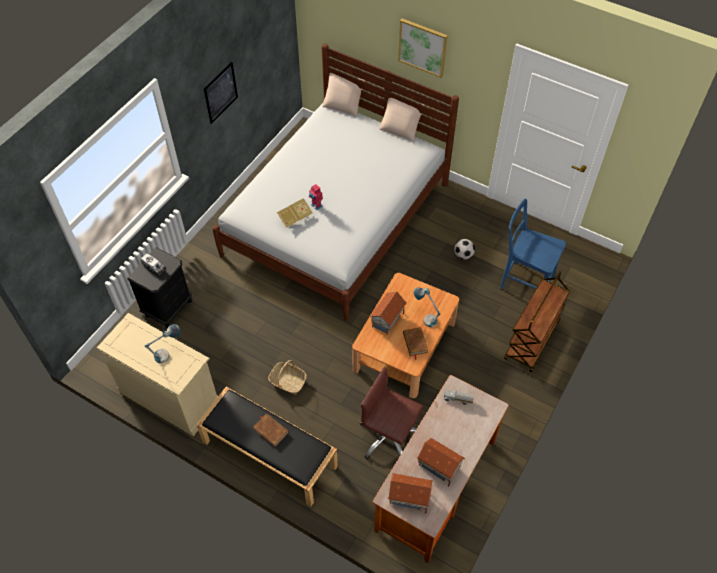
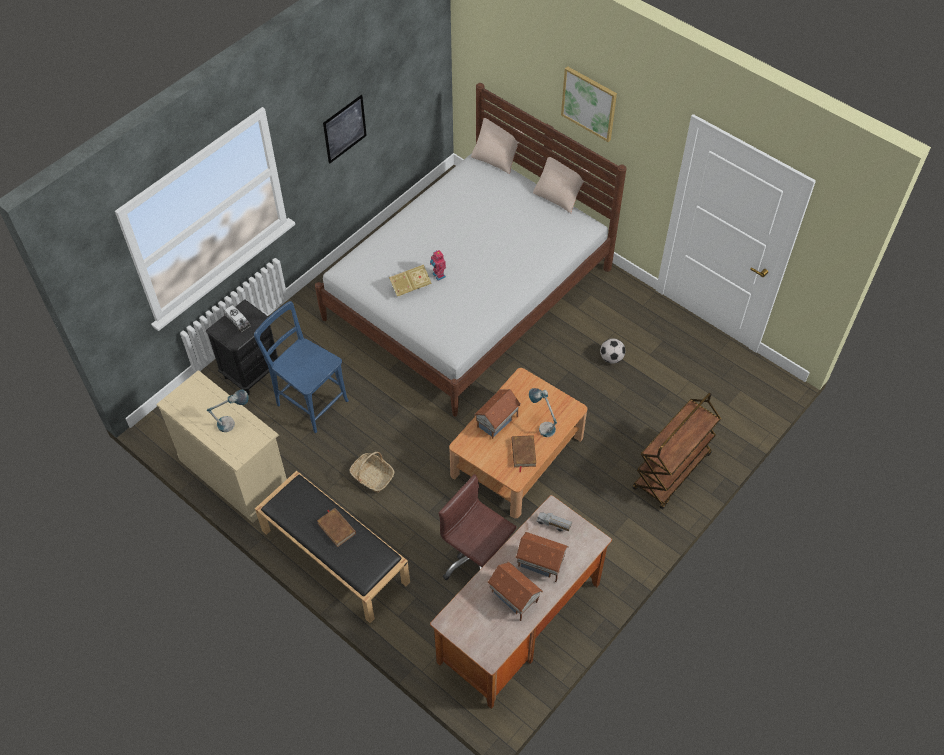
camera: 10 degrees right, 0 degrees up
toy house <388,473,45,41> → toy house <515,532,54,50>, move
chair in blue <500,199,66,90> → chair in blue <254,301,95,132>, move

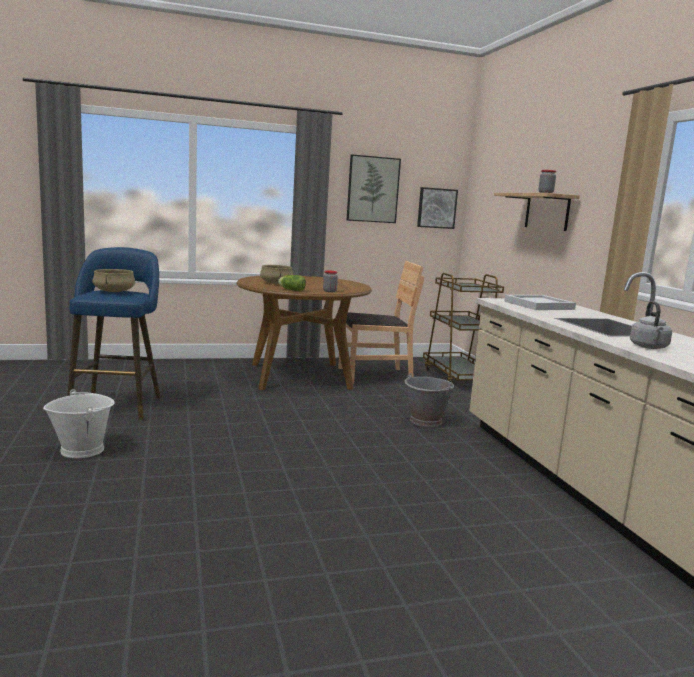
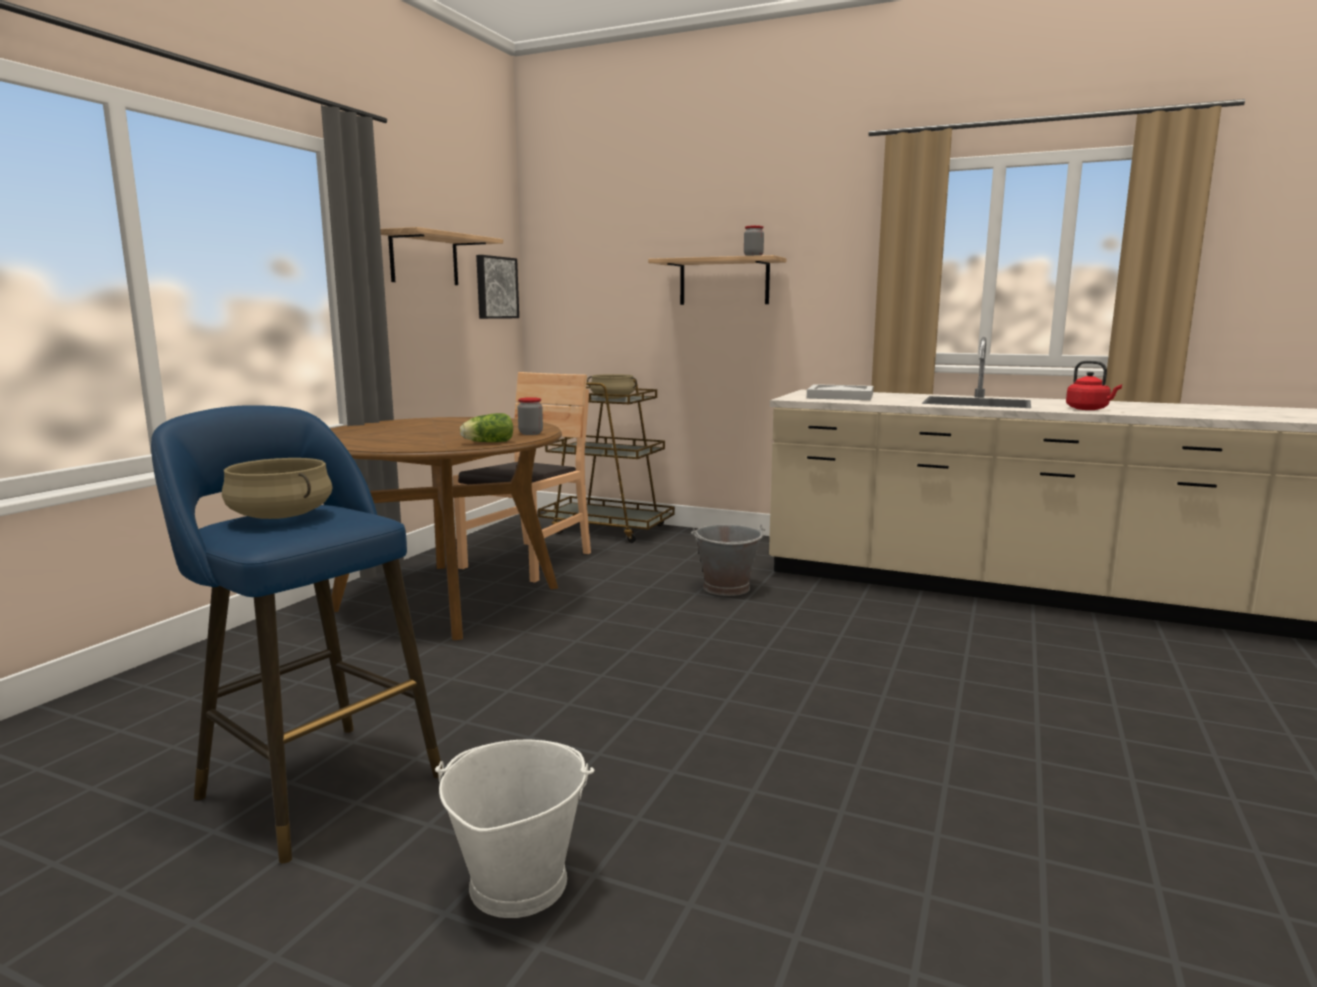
camera: 50 degrees left, 0 degrees up
cooking pot in beige <260,265,33,19> → cooking pot in beige <587,374,50,25>, move
picture <347,154,54,69> → shelf <380,227,123,58>
kettle in grey <630,301,42,48> → kettle in red <1066,361,56,49>

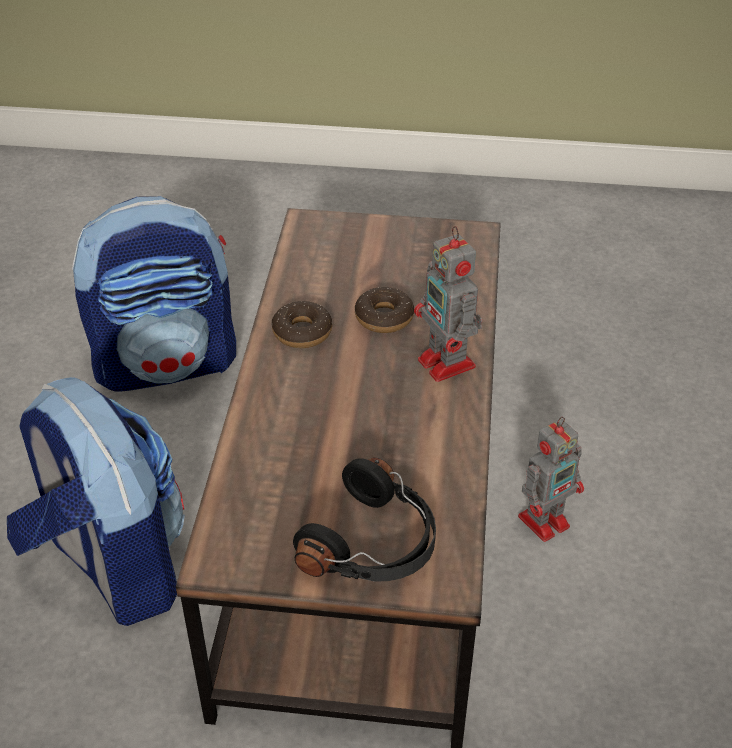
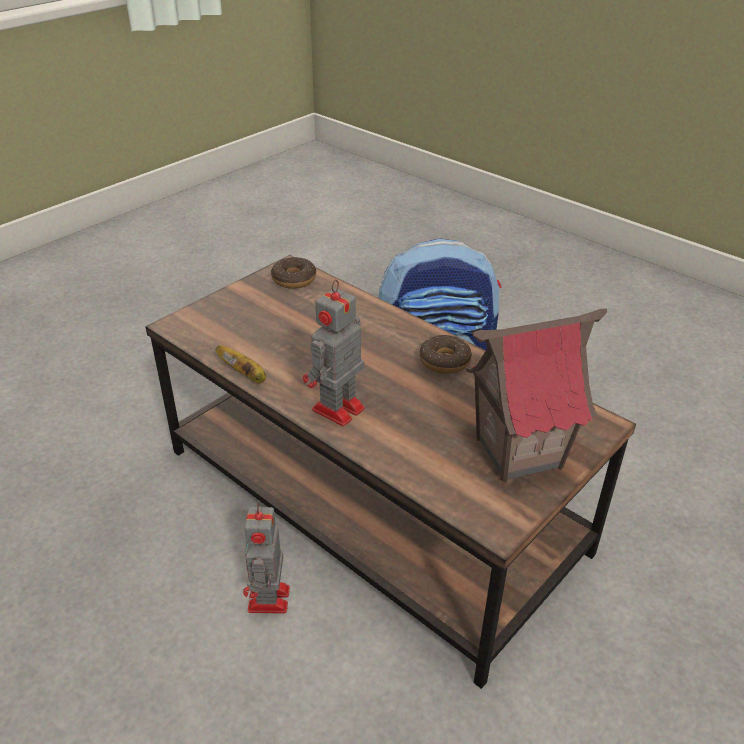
camera: 125 degrees right, 5 degrees down
backpack <72,196,164,196> → -
headphones in black <293,457,143,125> → -
- → banana <216,345,50,38>
- → toy house <466,308,141,174>
donut <355,287,59,46> → donut <271,257,45,32>, move
toy robot <414,226,69,156> → toy robot <303,280,62,147>, 60 degrees counterclockwise

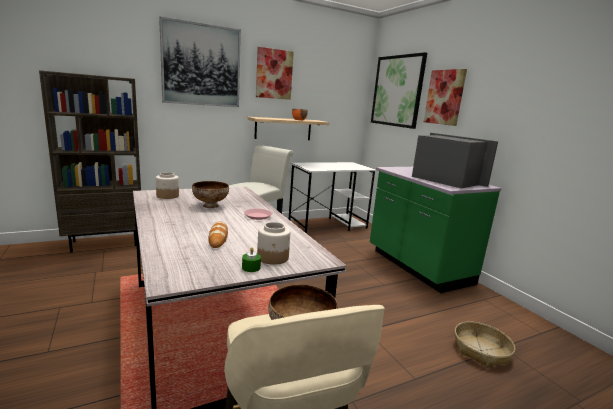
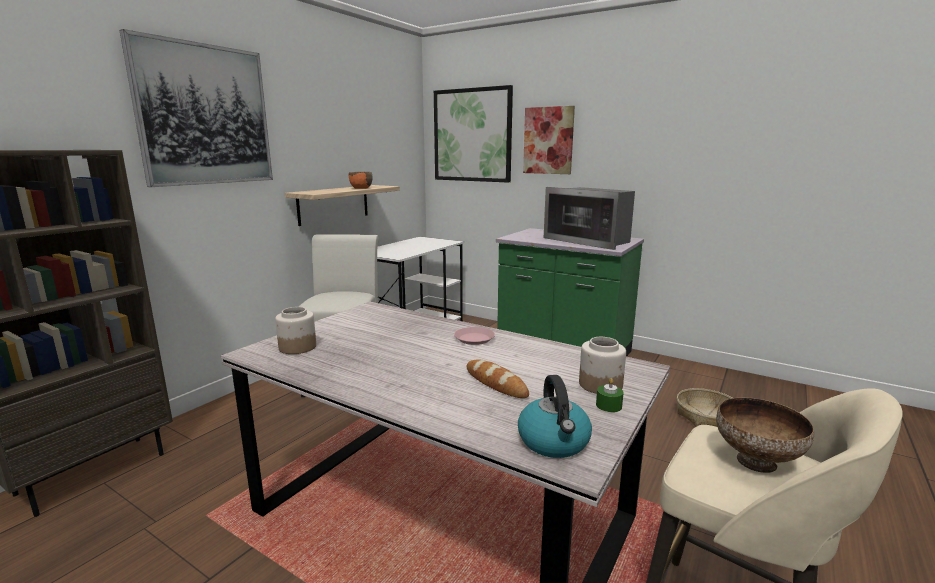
camera: 30 degrees left, 0 degrees up
bowl <192,181,37,27> → -
picture <256,47,38,53> → -
- → kettle <518,375,74,83>
microwave <412,133,86,56> → microwave <544,187,91,63>, 150 degrees counterclockwise

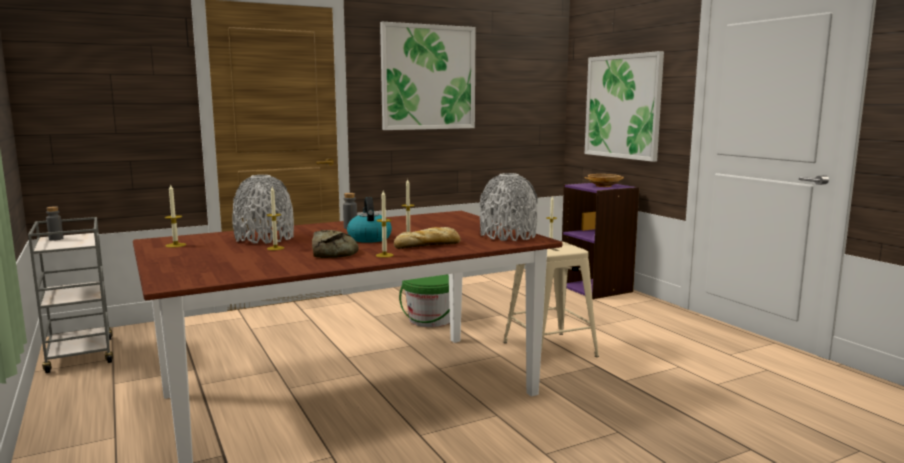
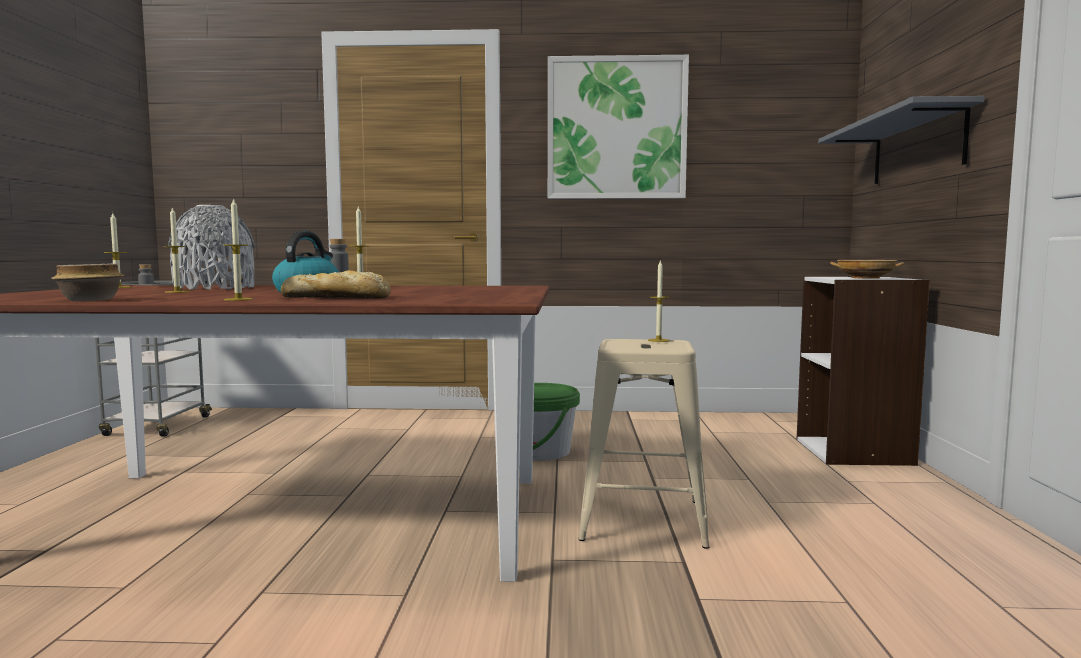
camera: 30 degrees right, 5 degrees down
bread <312,230,47,28> → -
vase in grey <480,173,57,68> → -
- → bowl <51,264,74,37>
picture <585,51,79,111> → shelf in grey <818,96,167,88>
bookcase in purple <562,182,77,117> → bookcase in white <797,276,133,190>

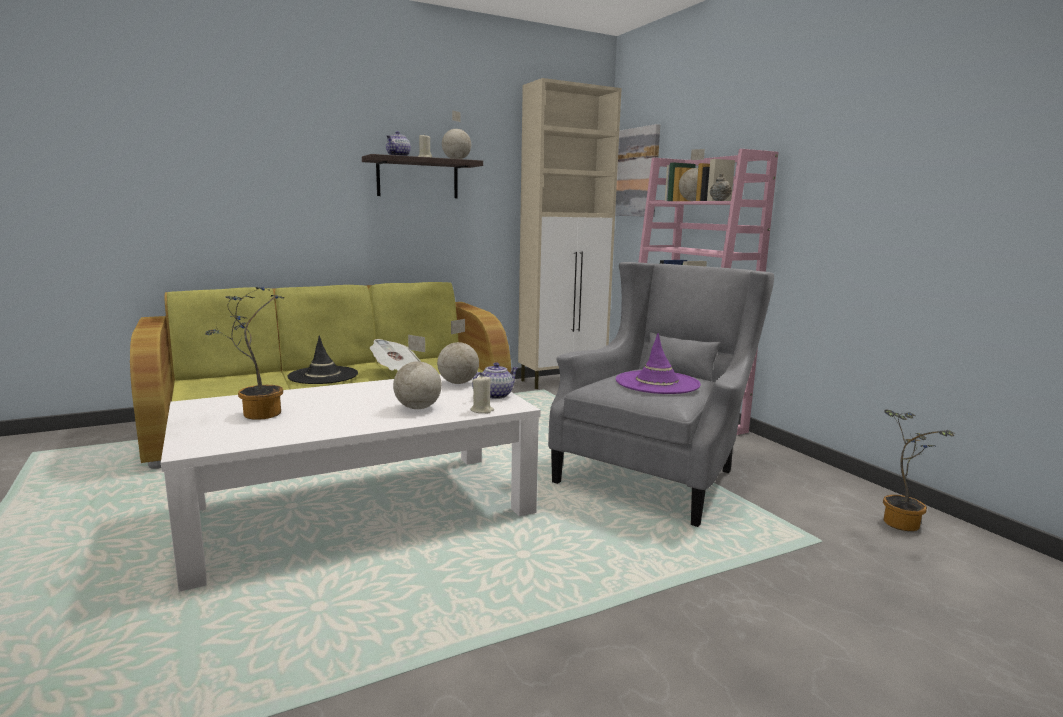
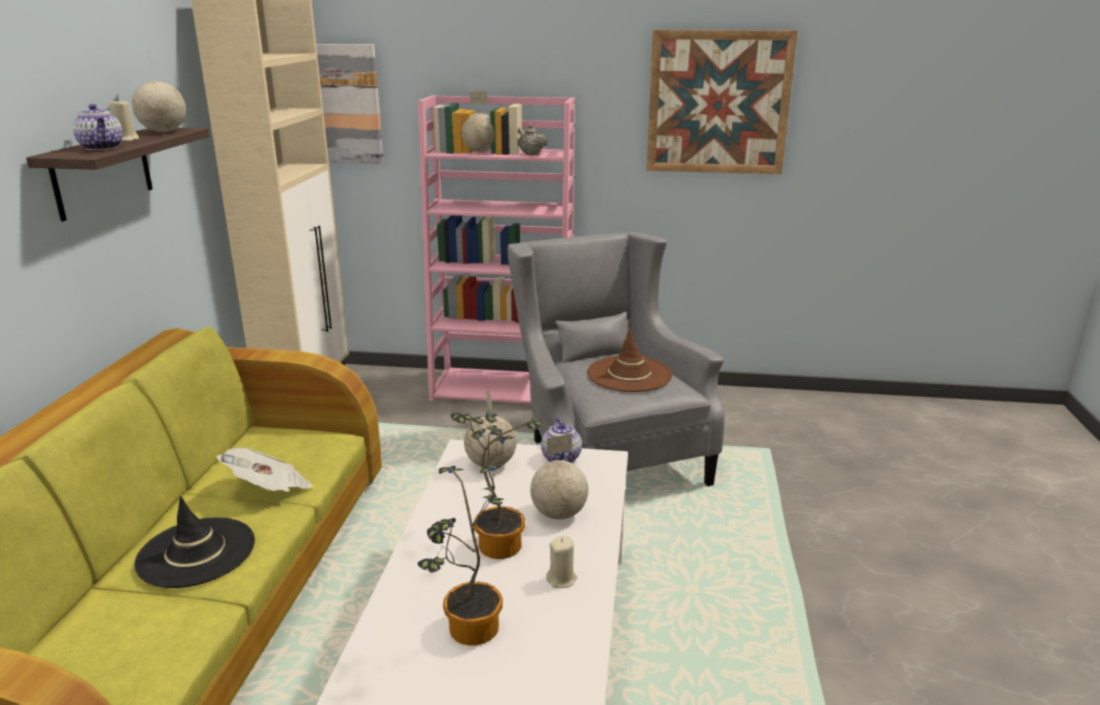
camera: 55 degrees left, 10 degrees up
- → picture <646,30,152,144>
candle in beige <470,376,24,37> → candle in beige <546,536,31,52>, move
potted plant <883,410,73,121> → potted plant <451,411,92,148>, move
hat in purple <616,333,85,61> → hat in brown <587,327,85,65>

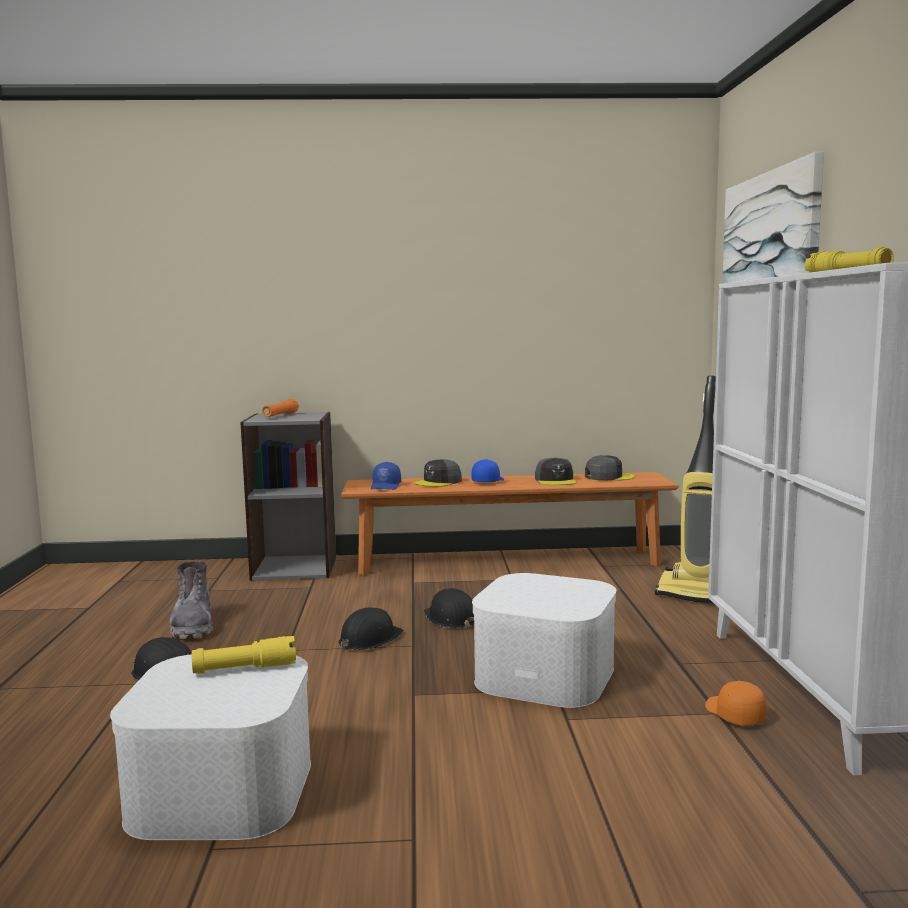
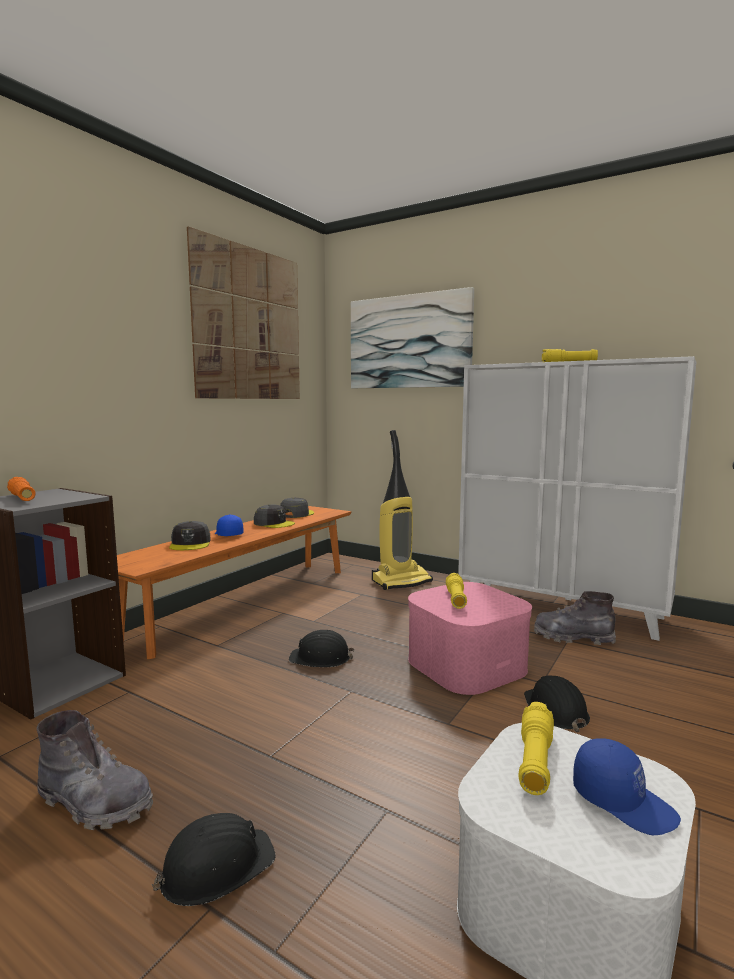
camera: 55 degrees left, 0 degrees up
- → picture <187,226,113,173>
- → flashlight in yellow <446,573,21,36>
hard hat in black <339,607,65,43> → hard hat in black <524,675,66,58>, move
cap in blue <371,462,30,28> → cap in blue <573,738,108,97>, move
cap in orange <705,681,62,44> → boot in grey <534,591,82,54>
storage box in white <472,573,145,135> → storage box in pink <408,582,124,113>

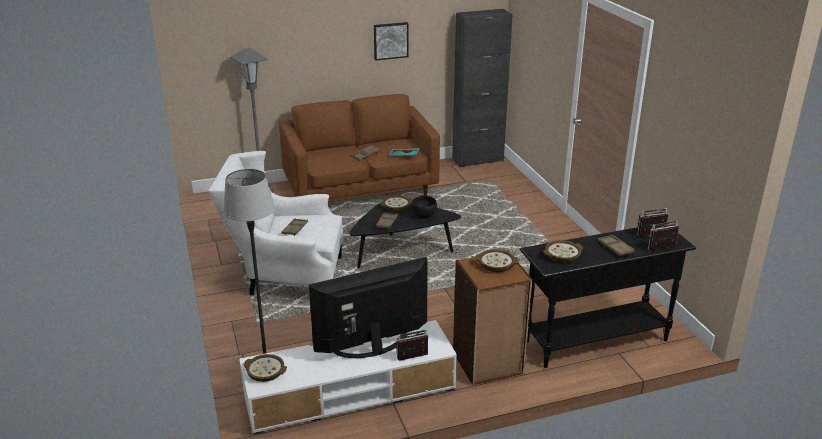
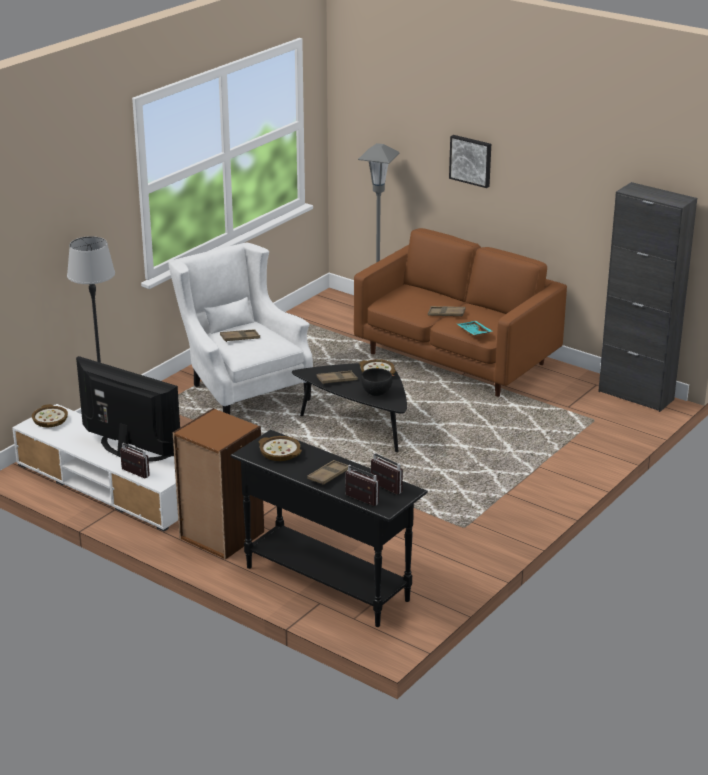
camera: 55 degrees right, 0 degrees up
bowl <475,249,44,23> → -
picture <374,22,34,38> → picture <449,135,42,53>, move

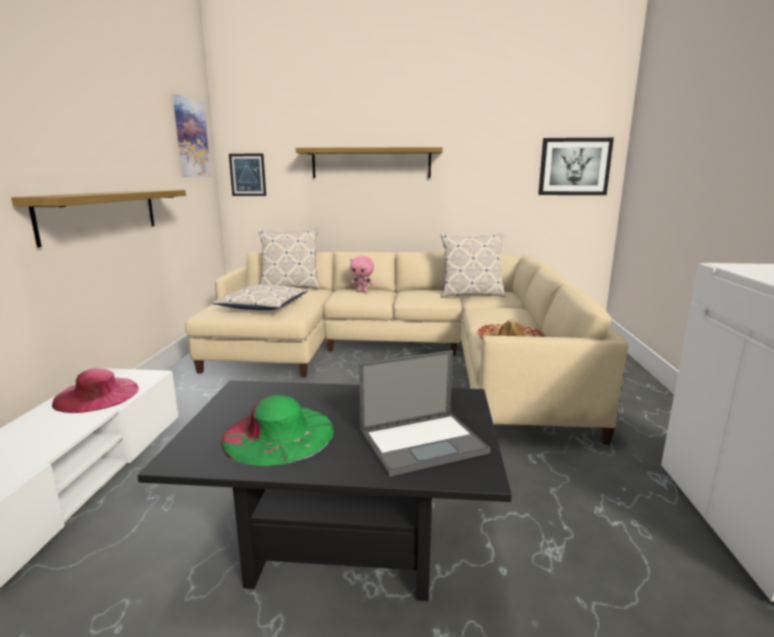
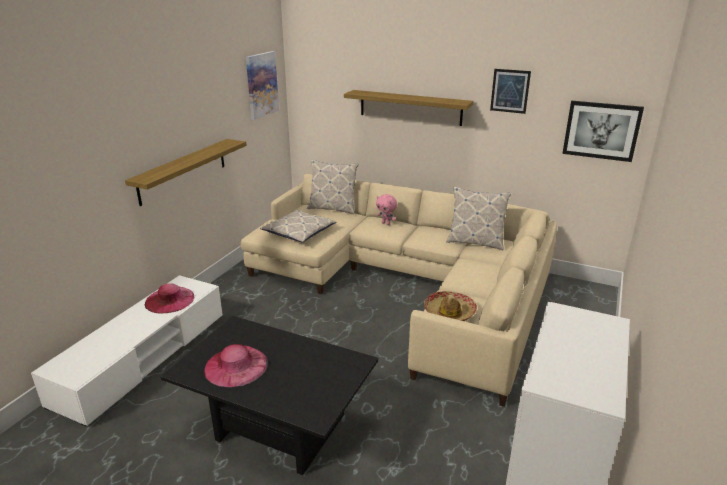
camera: 20 degrees right, 10 degrees up
laptop <359,350,131,127> → -
picture <229,154,37,42> → picture <490,69,41,45>, move
hat in green <221,395,113,71> → hat in pink <204,344,64,43>

